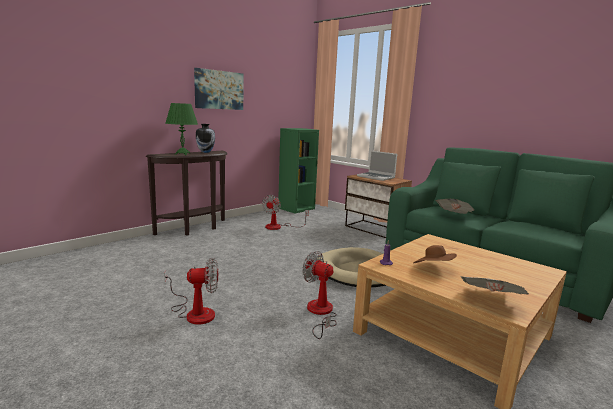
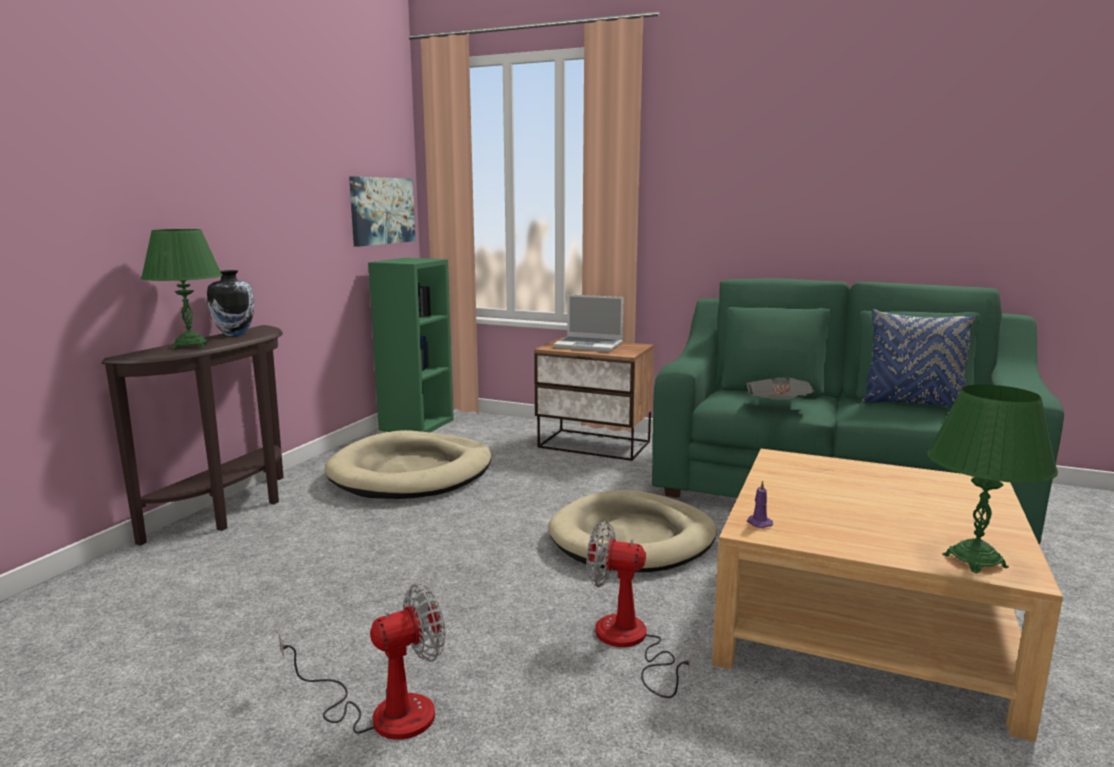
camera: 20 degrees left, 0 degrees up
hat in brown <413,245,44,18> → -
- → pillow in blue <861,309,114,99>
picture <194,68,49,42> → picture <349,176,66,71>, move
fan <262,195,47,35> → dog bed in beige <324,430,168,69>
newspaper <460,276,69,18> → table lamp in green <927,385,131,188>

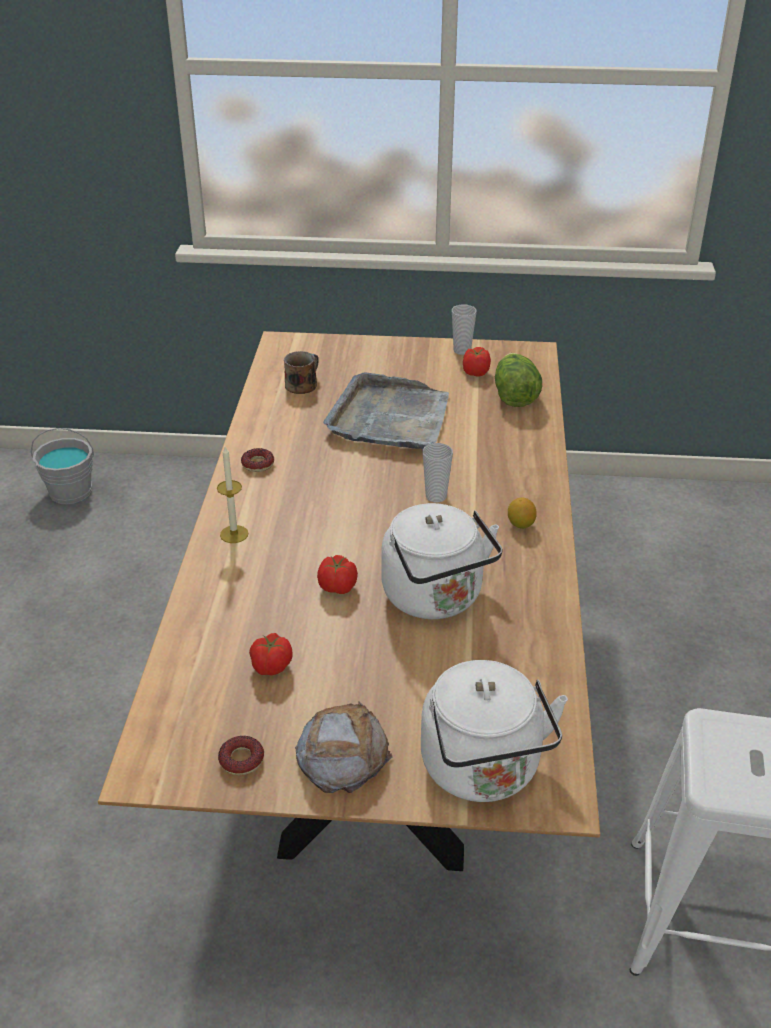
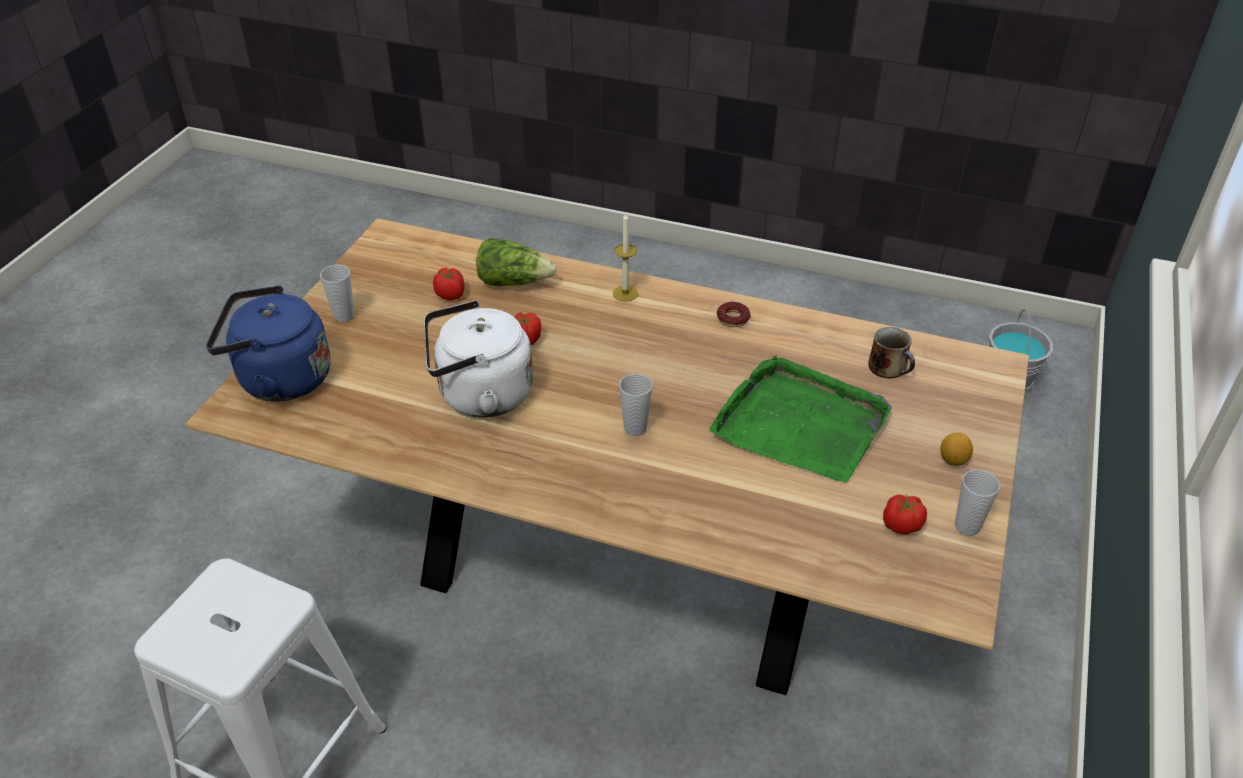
camera: 105 degrees right, 5 degrees up
donut <218,736,46,39> → -
lettuce <495,353,47,54> → lettuce <476,238,80,48>, move
lemon <508,498,29,31> → lemon <940,432,33,34>, move
bread <295,701,98,92> → cup <320,264,34,58>
tray in grey <323,372,126,77> → tray in green <709,355,183,127>
kettle in white <421,660,147,142> → kettle in blue <206,286,125,116>

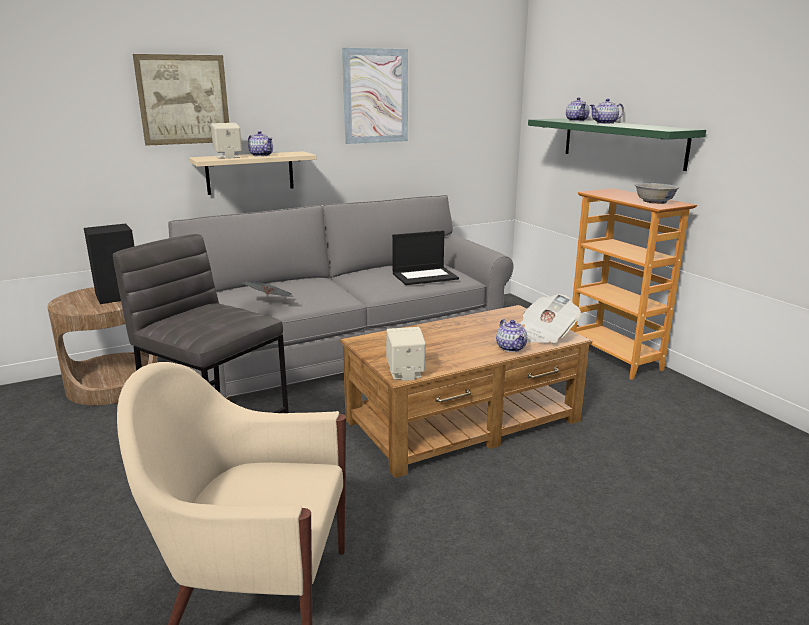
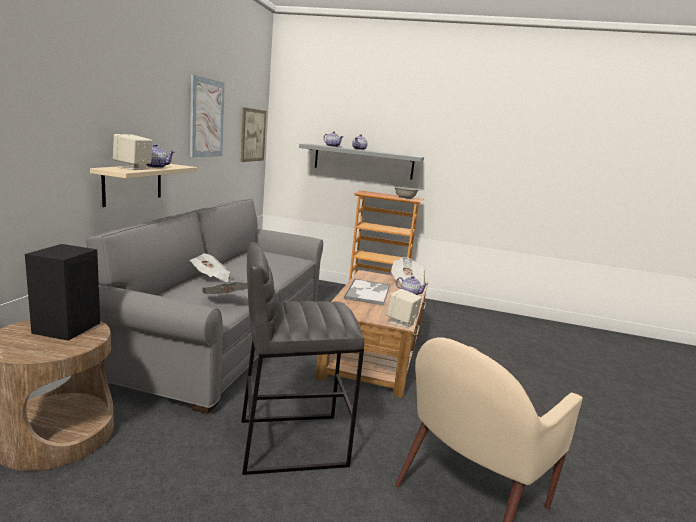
camera: 50 degrees left, 5 degrees down
laptop <392,230,67,55> → -
- → newspaper <190,253,40,29>
- → tray <344,279,46,26>
picture <133,54,96,92> → picture <240,107,26,55>, move
shelf in green <528,118,178,53> → shelf in grey <299,144,125,36>

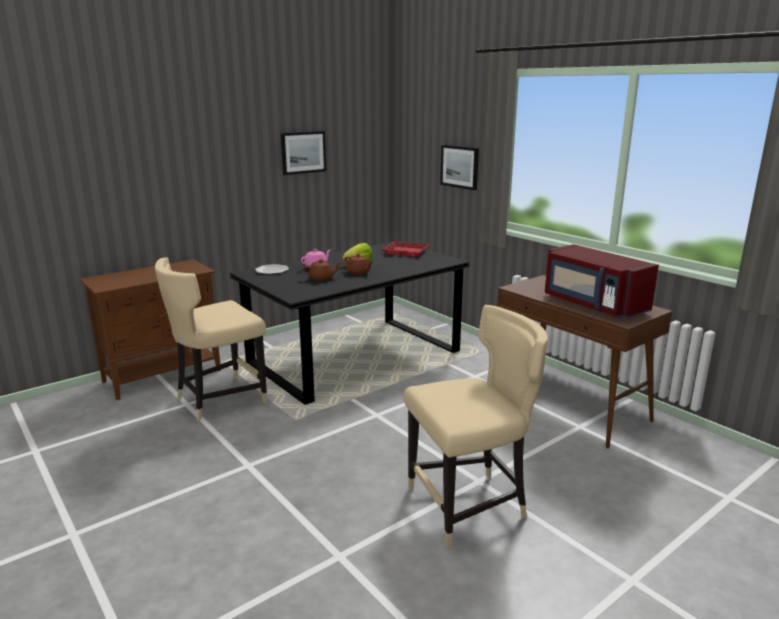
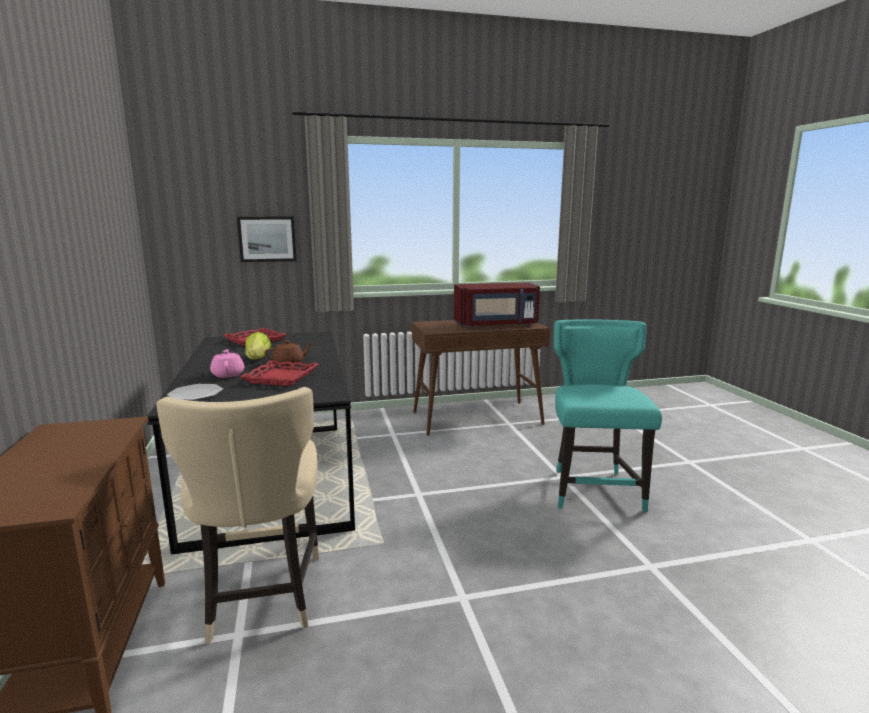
camera: 65 degrees left, 5 degrees down
picture <281,131,45,44> → -
teapot in brown <303,259,39,22> → tray in red <240,360,78,26>
chair in beige <404,305,144,243> → chair in turquoise <554,319,108,193>

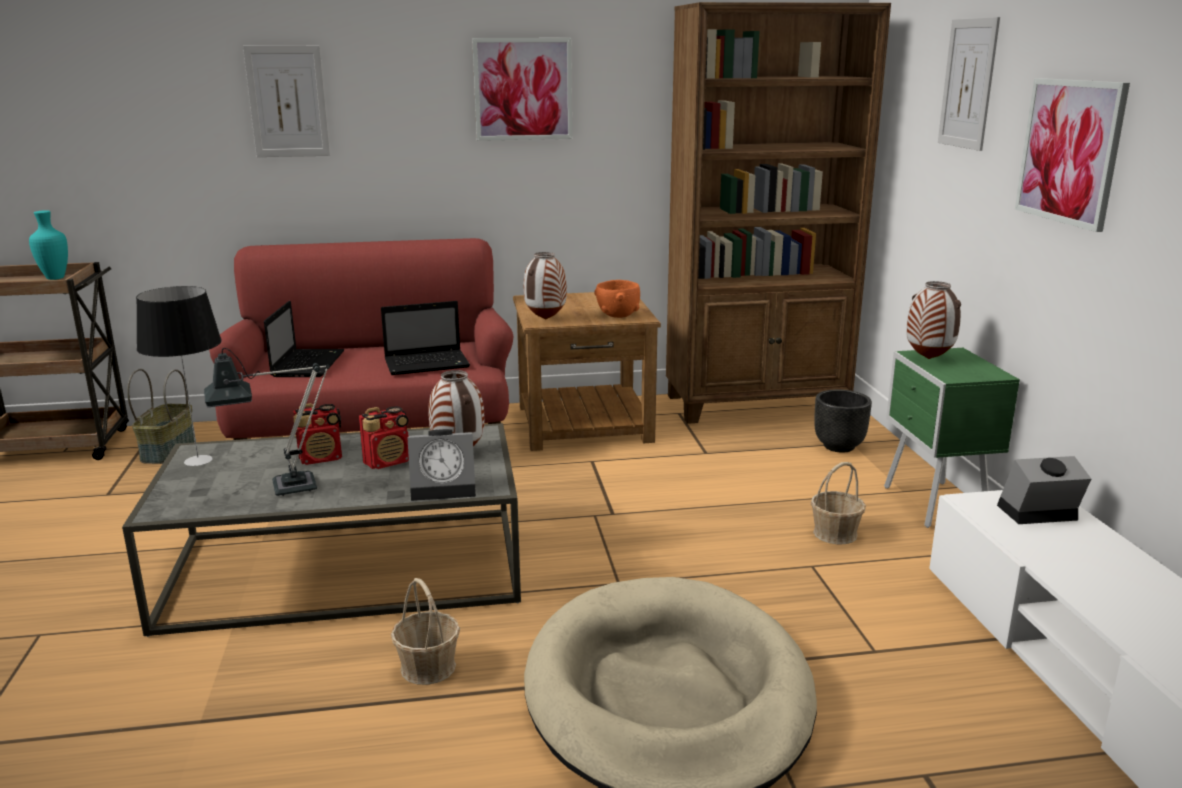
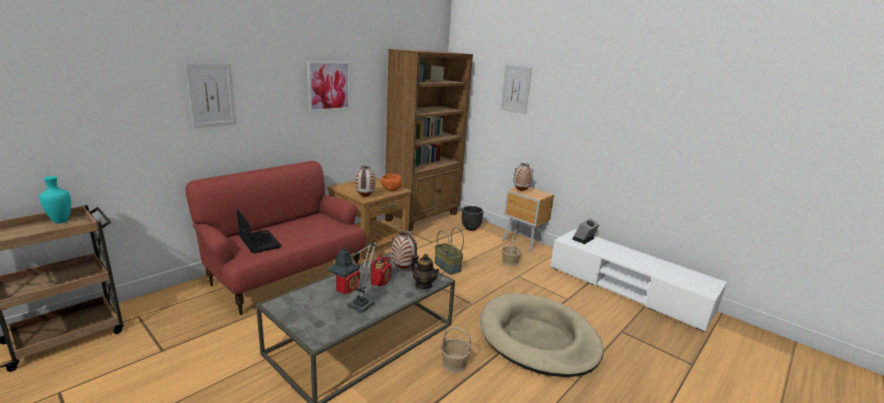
camera: 40 degrees left, 0 degrees up
table lamp <136,286,86,180> → -
laptop <381,301,89,74> → -
picture <1015,78,115,154> → -
basket <127,369,68,95> → basket <434,227,30,47>, move
alarm clock <408,429,68,72> → teapot <411,254,28,35>
nightstand in green <884,348,136,180> → nightstand in brown <503,187,51,65>

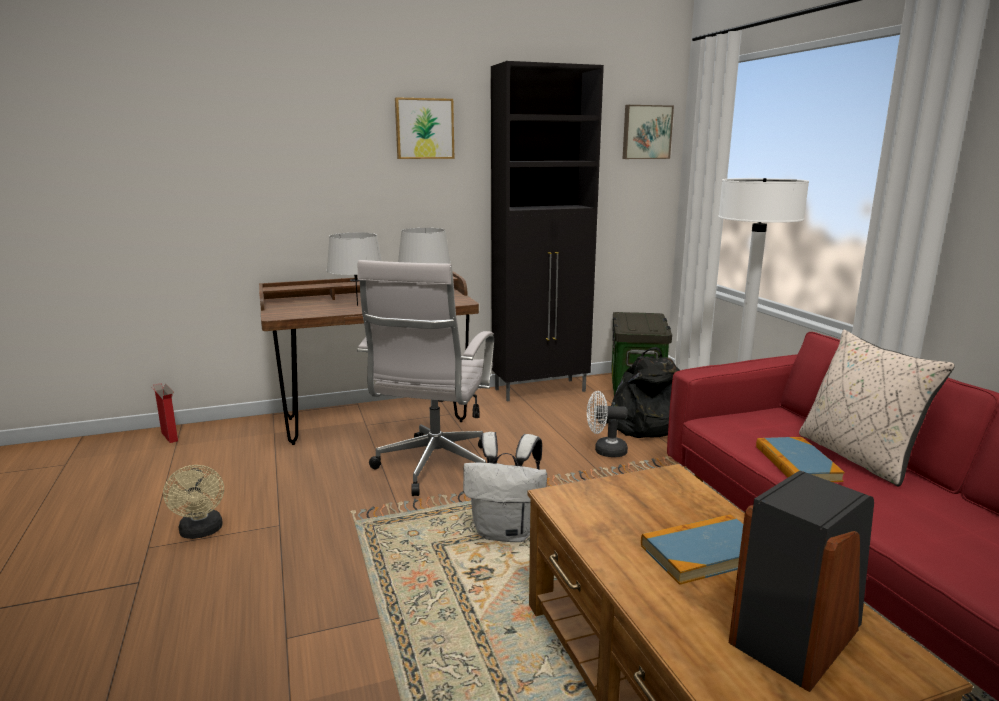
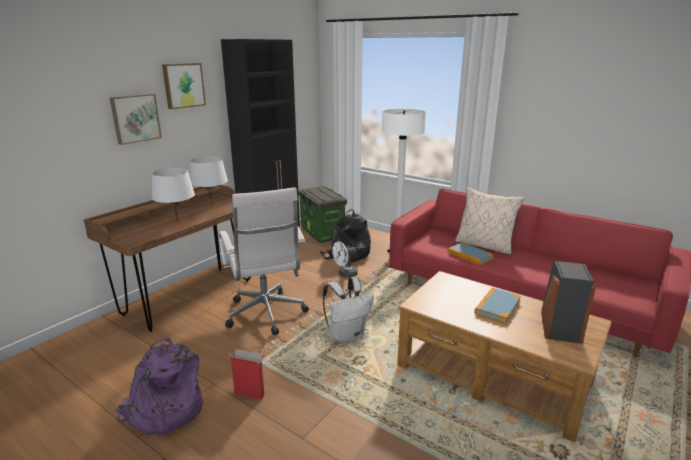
camera: 35 degrees left, 5 degrees up
cardboard box <153,383,25,60> → cardboard box <228,349,37,51>, move
picture <623,105,51,54> → picture <109,94,53,51>, move
fan in beige <163,465,61,74> → backpack in purple <115,337,88,98>

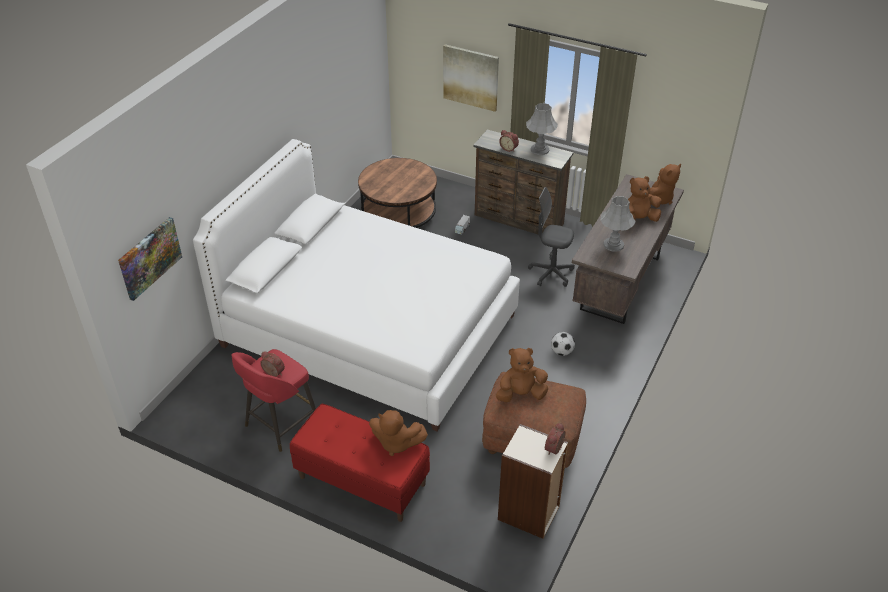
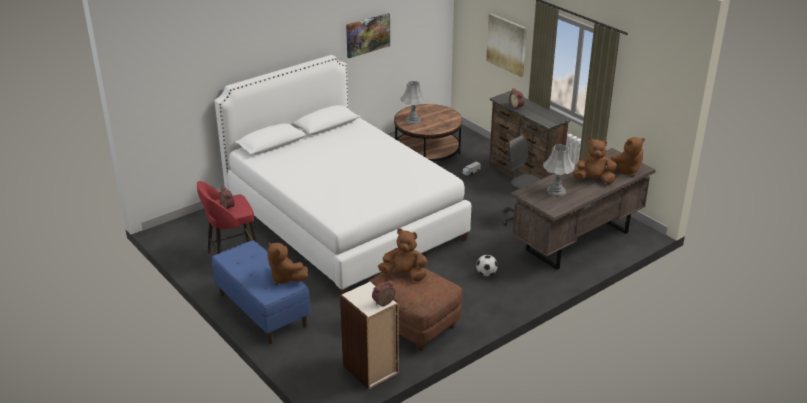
camera: 25 degrees right, 10 degrees down
picture <118,217,64,84> → picture <346,13,44,45>, move
table lamp in grey <526,103,32,52> → table lamp in grey <400,81,26,43>, move
bench in red <290,404,140,118> → bench in blue <212,240,98,104>

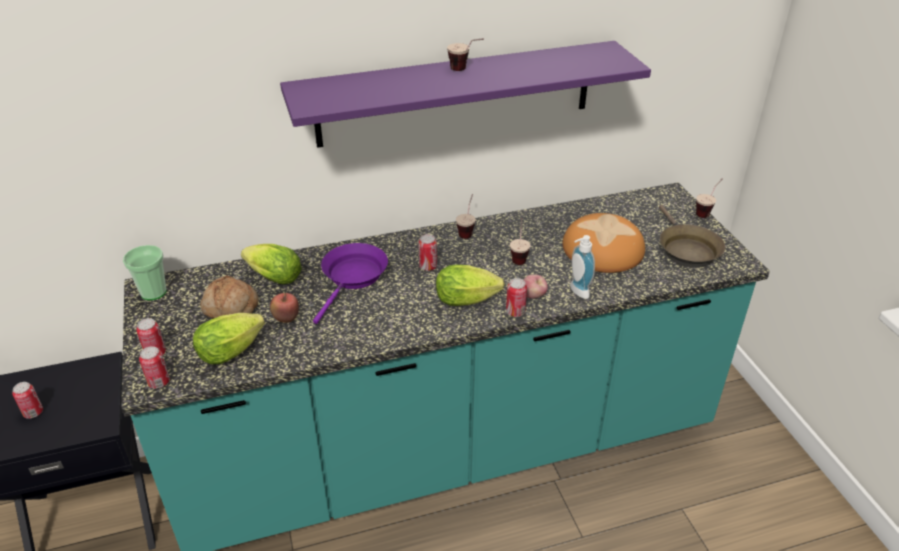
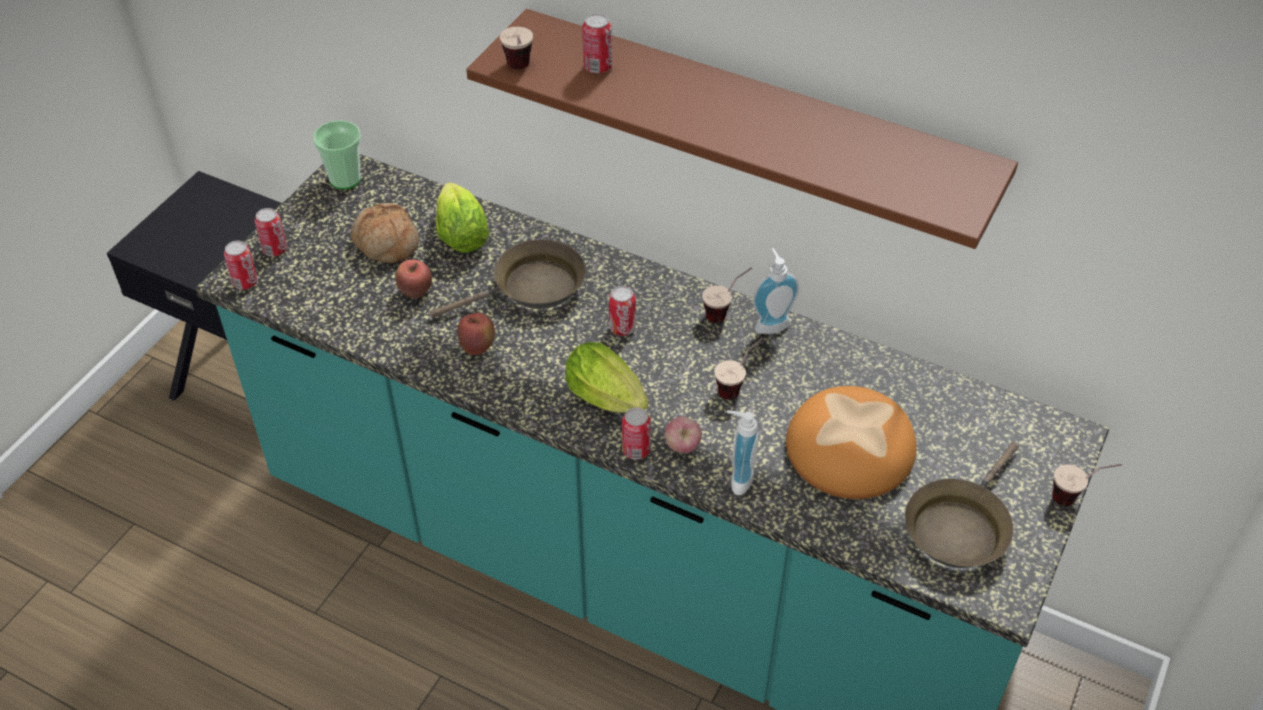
camera: 45 degrees right, 10 degrees up
lettuce <193,313,72,51> → -
- → apple <457,313,38,42>
- → soap dispenser <753,248,46,86>
can <12,382,31,37> → can <582,13,30,60>, move
cup <447,38,37,33> → cup <500,27,33,42>, move
shelf in purple <280,41,371,107> → shelf in brown <466,9,552,240>
frying pan in purple <313,243,75,81> → frying pan in brown <430,239,156,79>

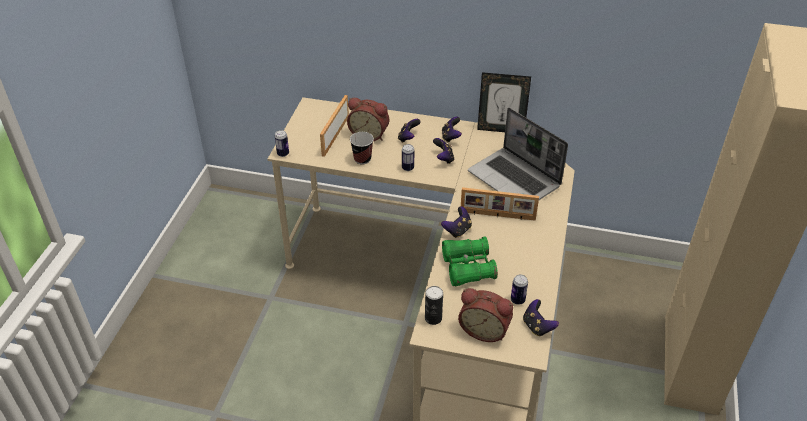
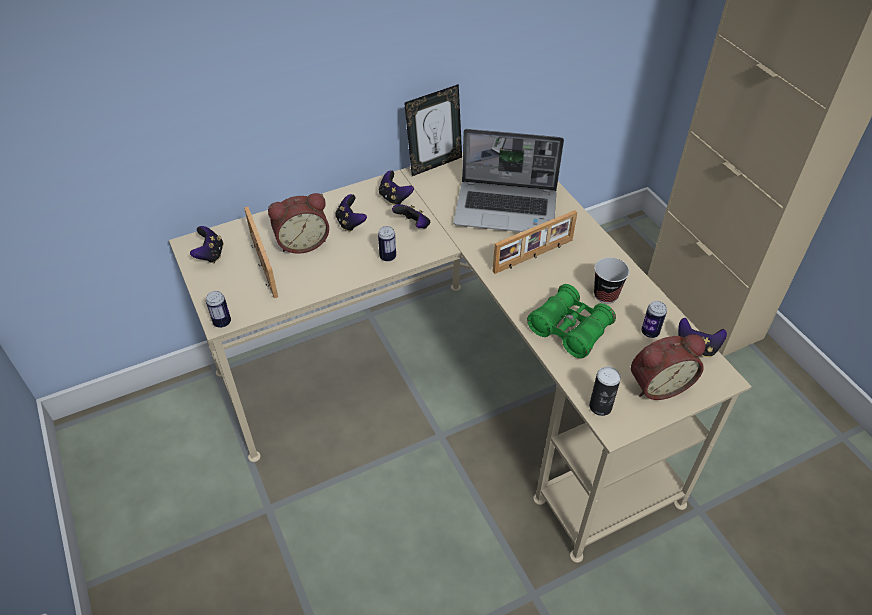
camera: 40 degrees left, 5 degrees up
cup <350,132,24,32> → cup <594,257,35,47>, move
game controller <441,206,31,32> → game controller <190,226,34,37>, move

